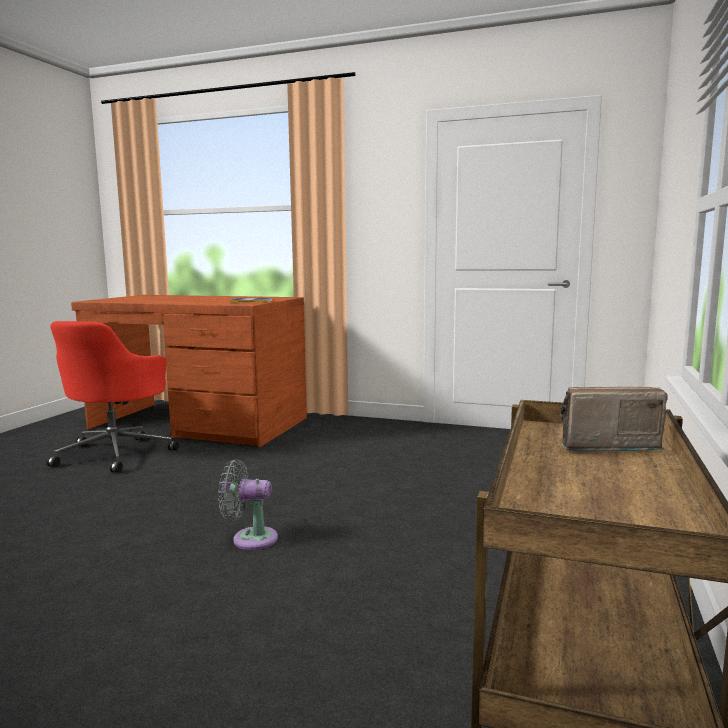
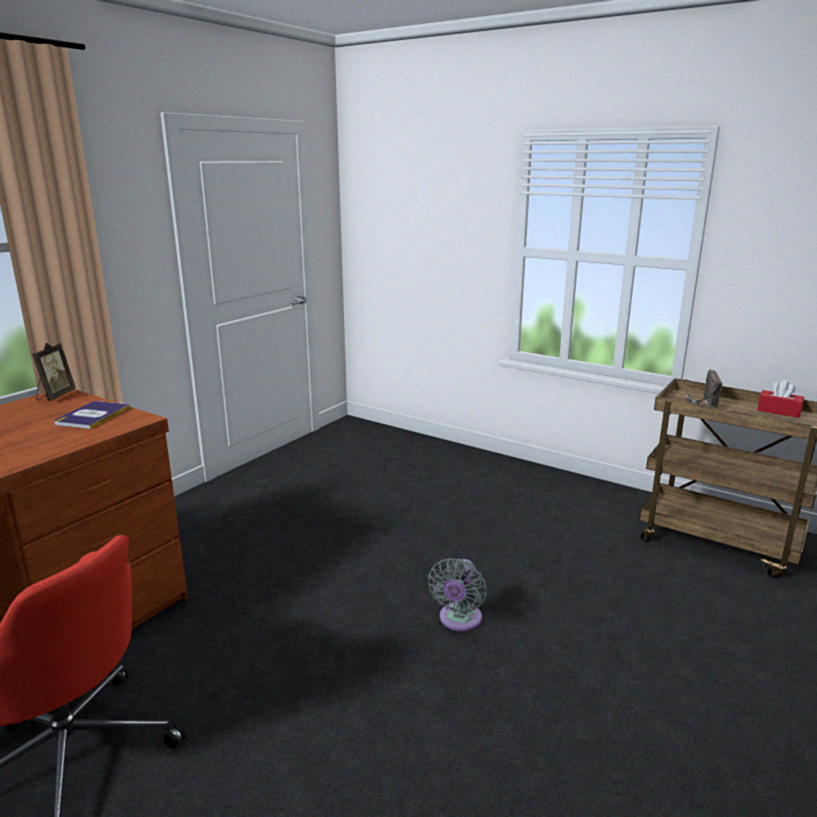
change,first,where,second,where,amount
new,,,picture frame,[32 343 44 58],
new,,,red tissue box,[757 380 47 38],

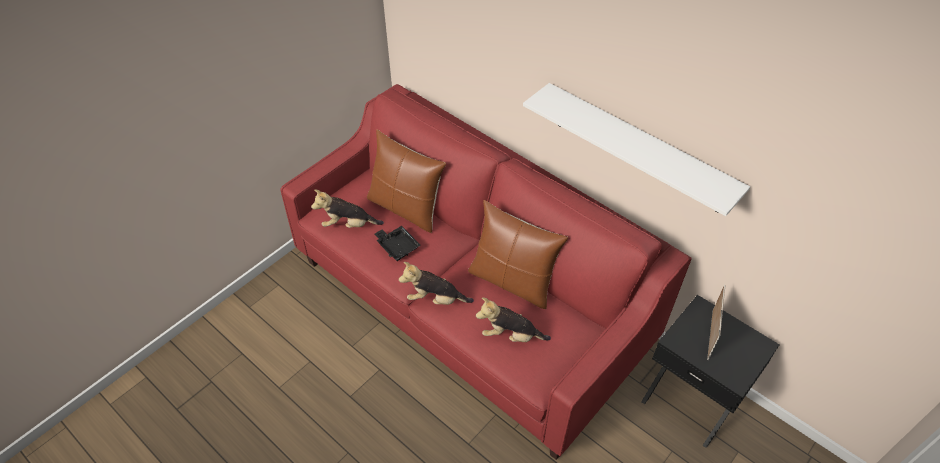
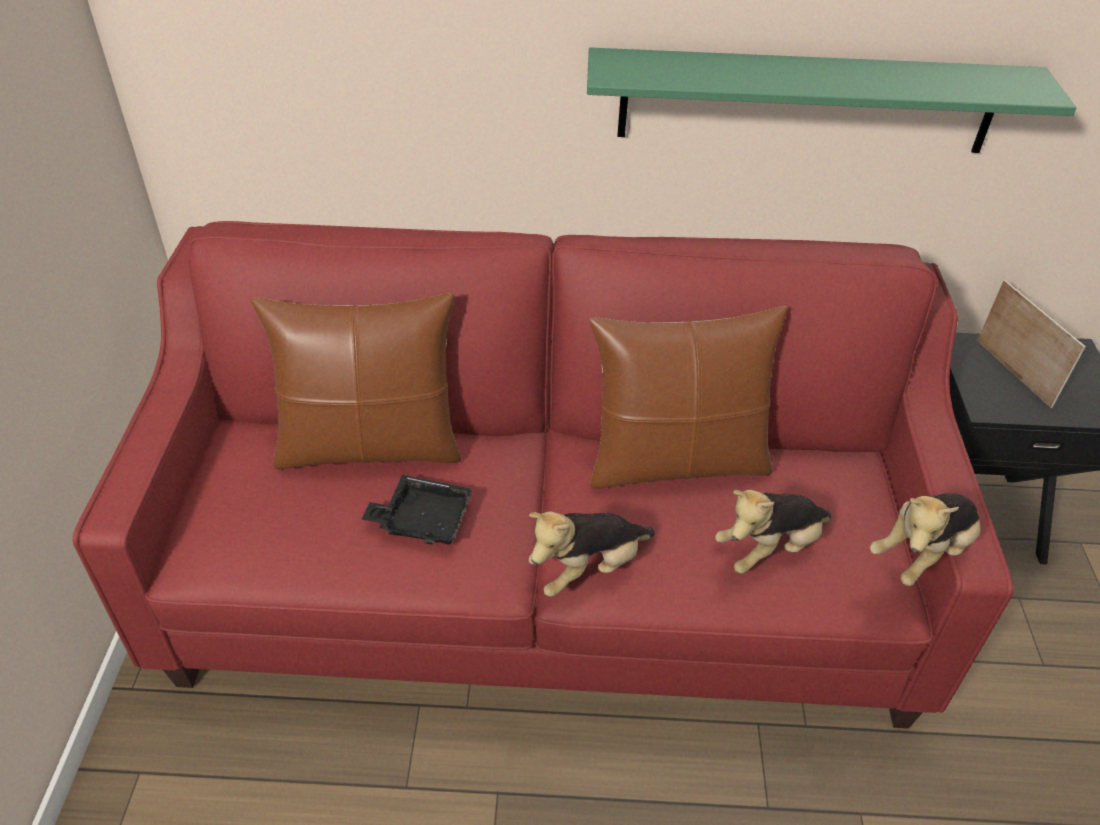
change,first,where,second,where,amount
shifted,plush toy,[311 189 73 39],,[870 493 111 93],
repainted,white shelf,[523 83 227 133],green shelf,[587 48 489 105],

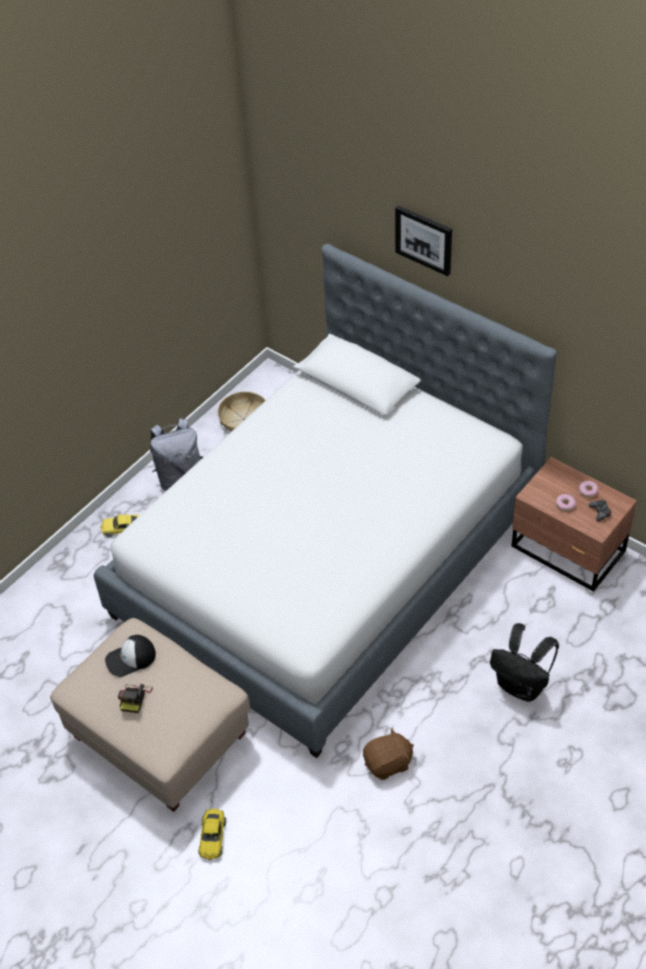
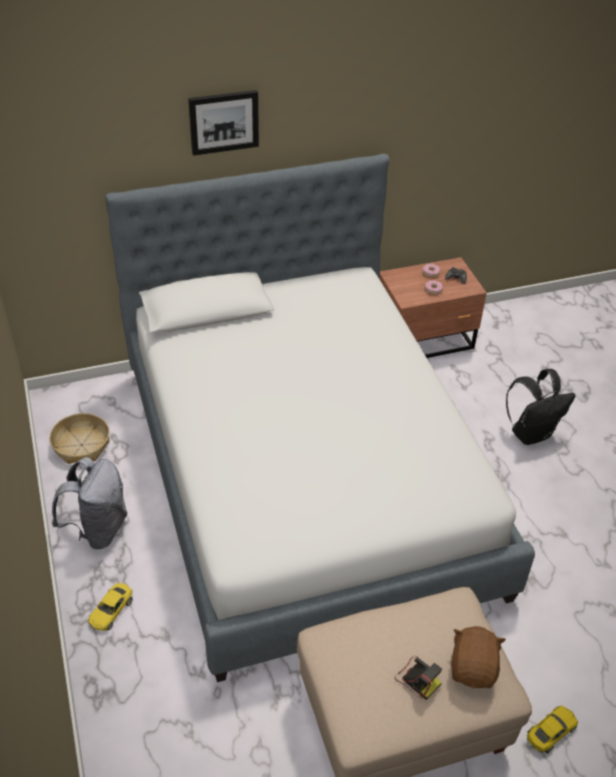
change,first,where,second,where,amount
gone,cap,[105 635 51 42],,,
rotated,yellow toy car,[199 808 27 52],,[527 706 51 48],75 degrees counterclockwise
shifted,brown plush toy,[363 728 51 52],,[451 626 55 62],

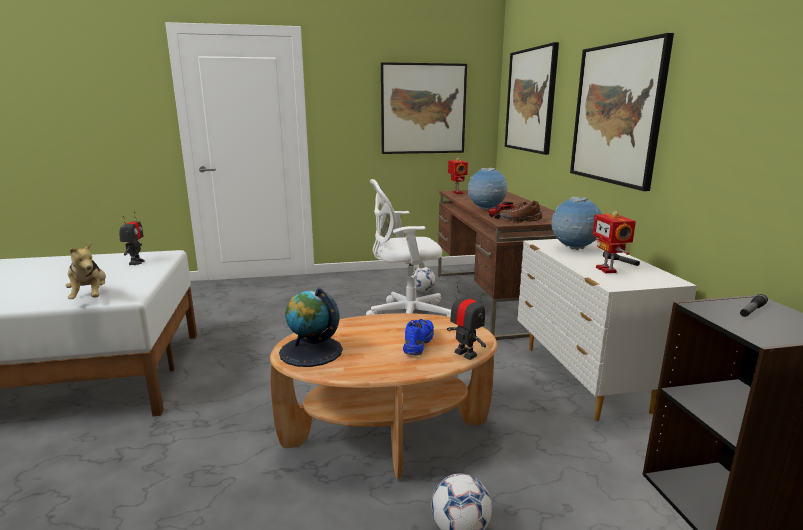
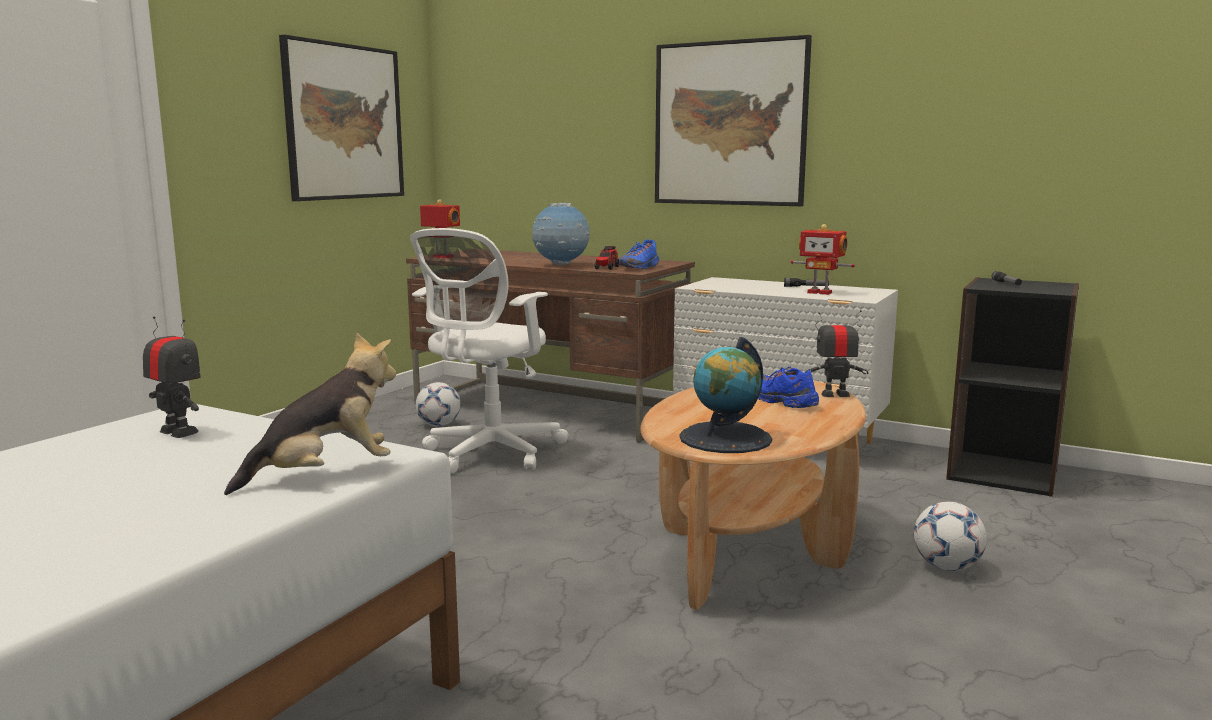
change,first,where,second,where,amount
rotated,plush toy,[65 242 41 57],,[224 333 172 162],45 degrees counterclockwise
repainted,brown shoe,[499 201 43 22],blue shoe,[619 239 40 31],
gone,picture,[505 42 54 113],,,
gone,globe,[551 197 51 53],,,

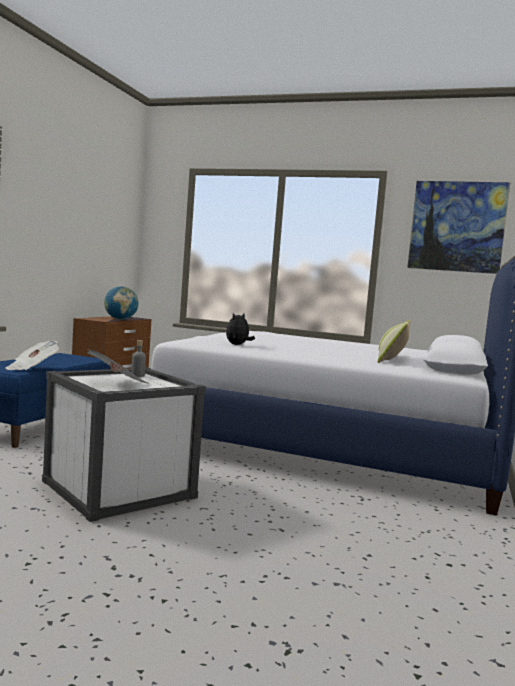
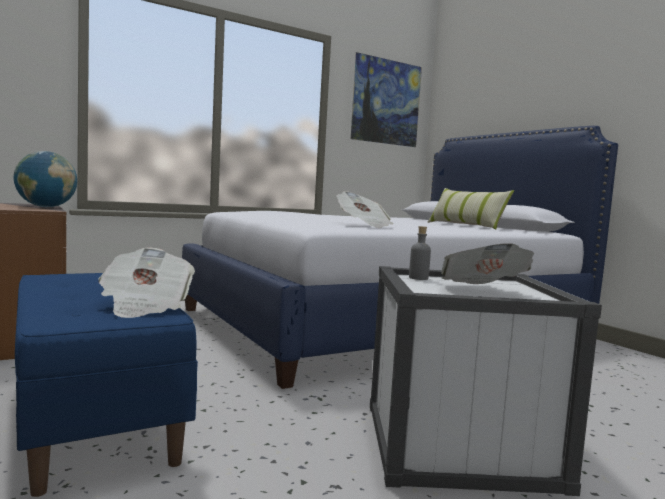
change,first,where,second,where,amount
swapped,plush toy,[226 313 29 32],newspaper,[336 191 58 37],

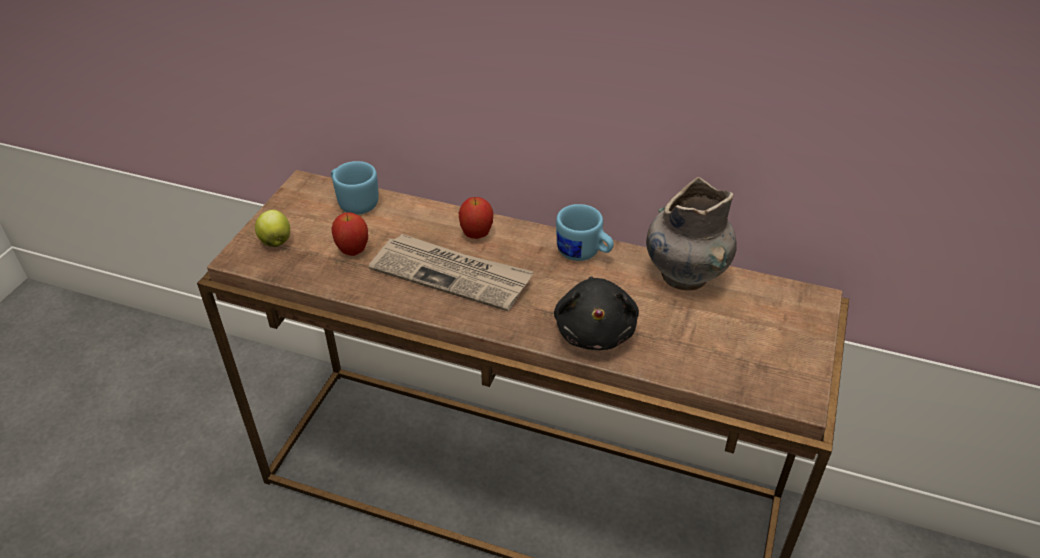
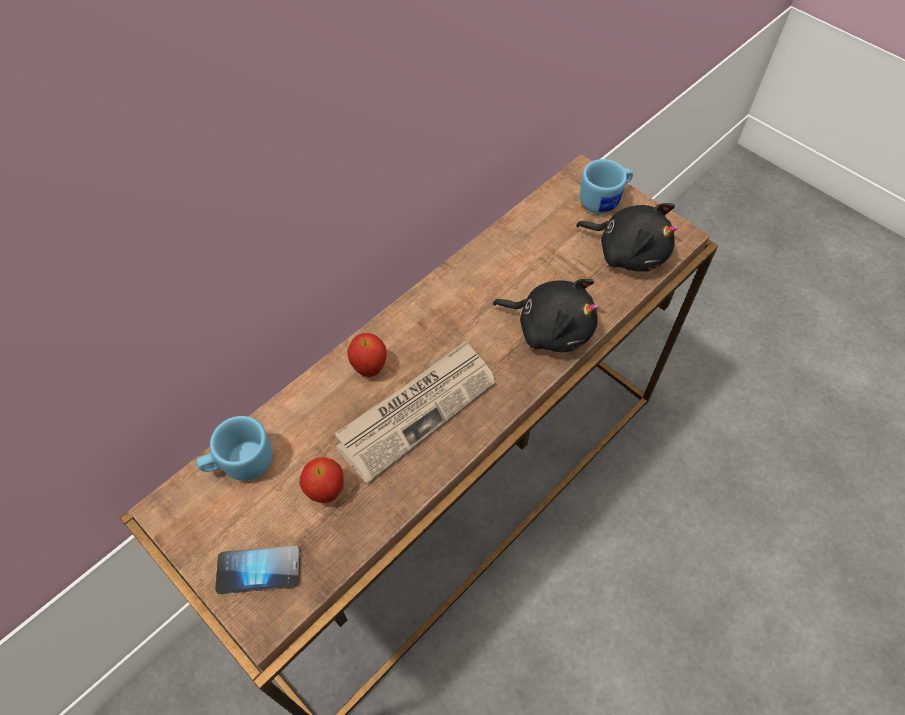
change,first,where,second,where,amount
swapped,apple,[255 210 35 37],phone,[215 545 85 49],
shifted,blue mug,[556 204 58 57],,[580 159 53 55],
gone,grey vase,[646 177 91 114],,,
new,,,black plush toy,[576 203 102 69],

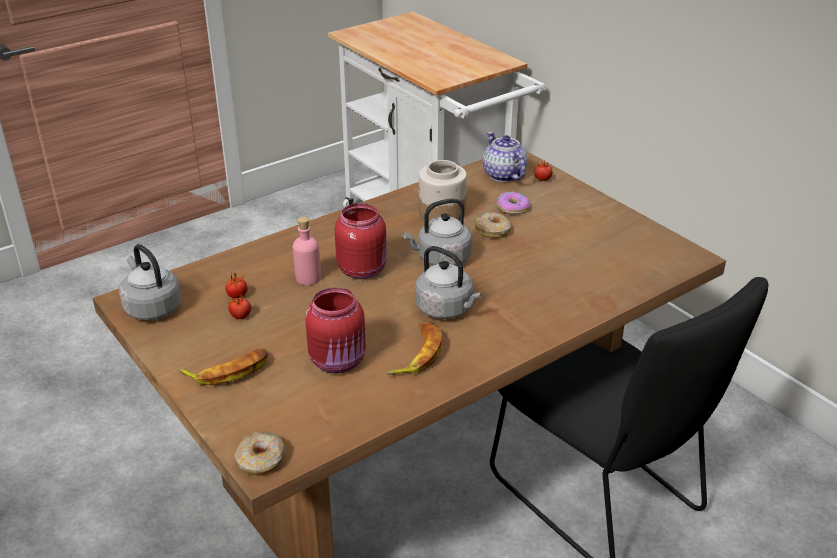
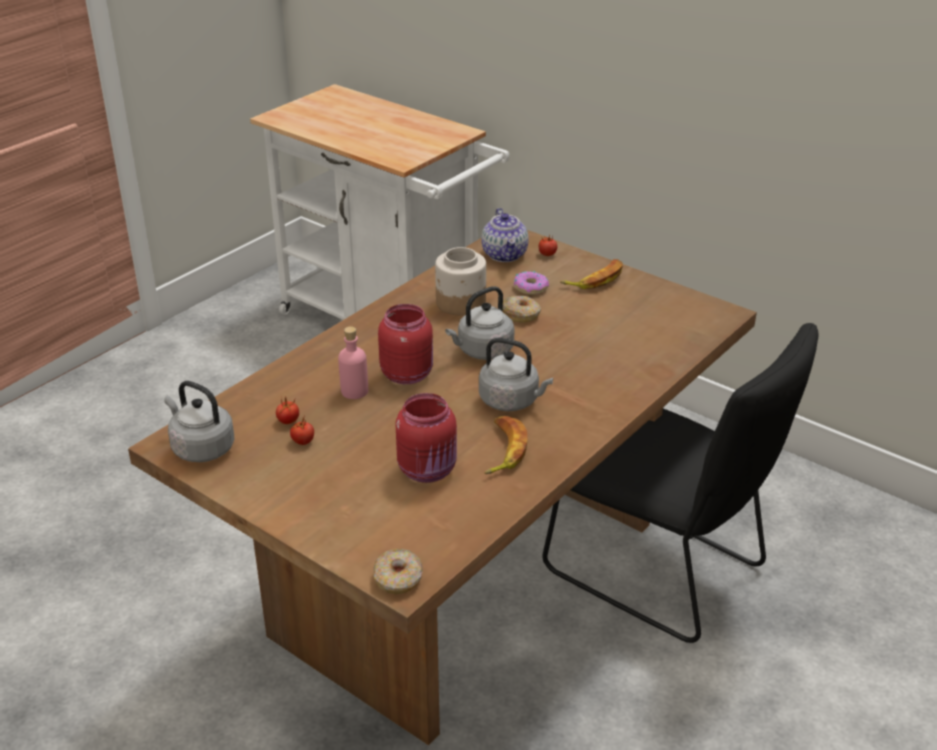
change,first,where,second,where,amount
shifted,banana,[178 348 90 37],,[560 259 63 30],
rotated,teapot,[483 132 44 50],,[481 208 48 54],150 degrees counterclockwise

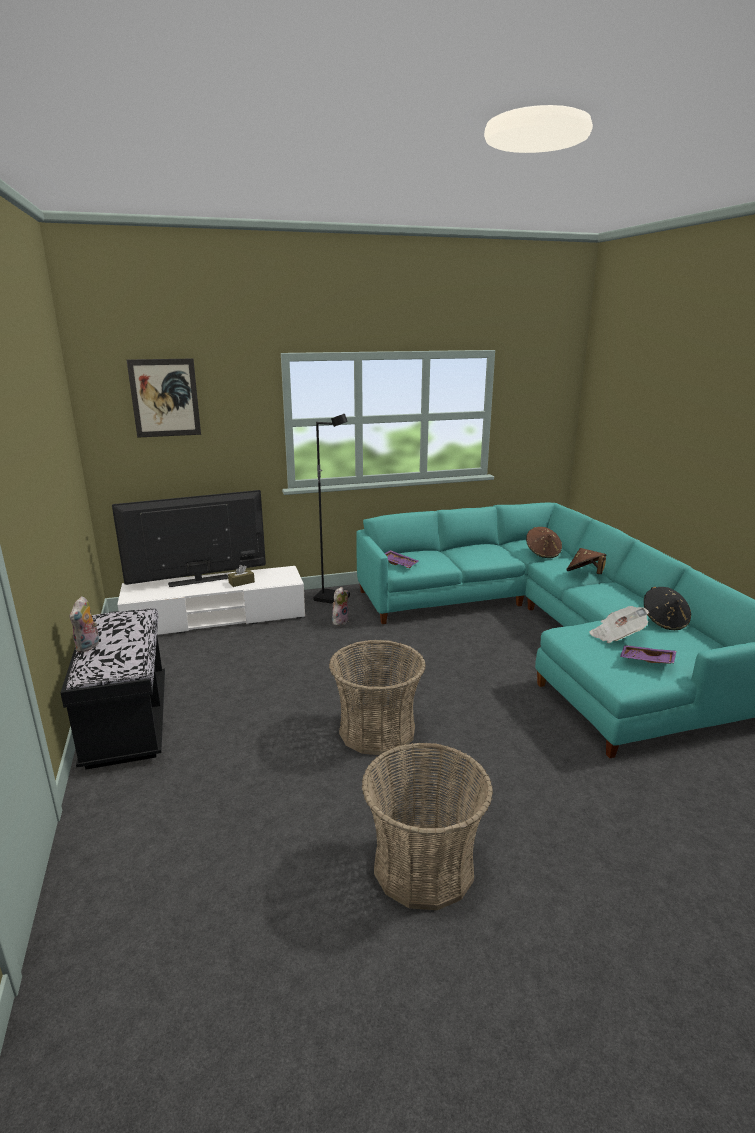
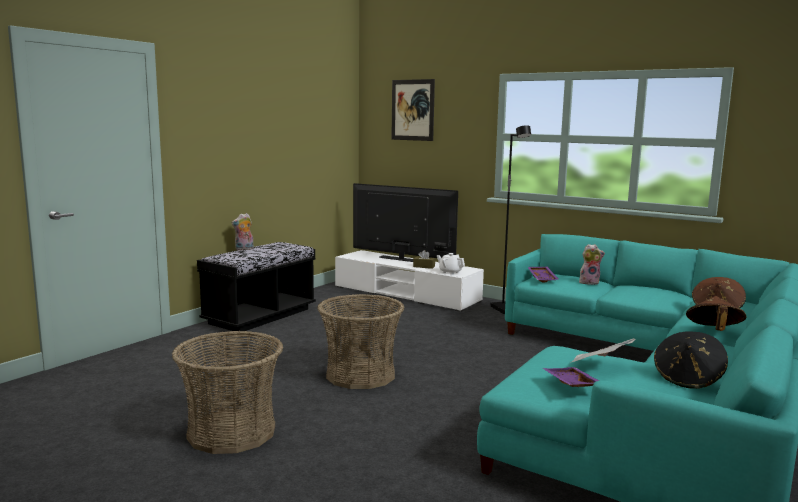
change,first,where,second,where,amount
shifted,plush toy,[332 587 17 38],,[579 244 26 41],
new,,,white teapot,[437 253 28 22],

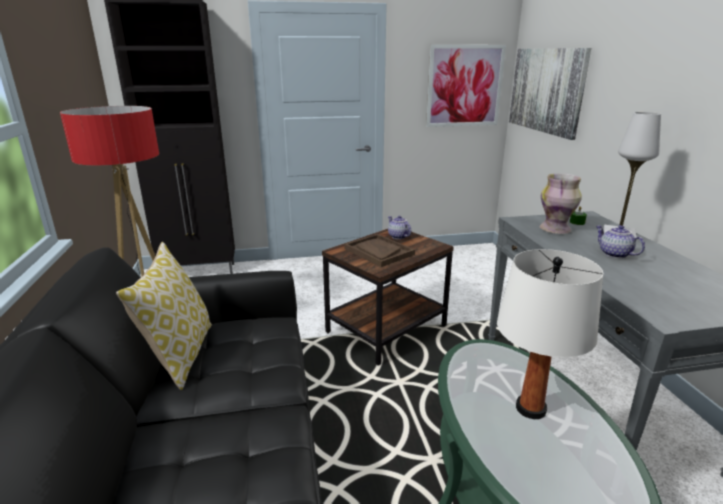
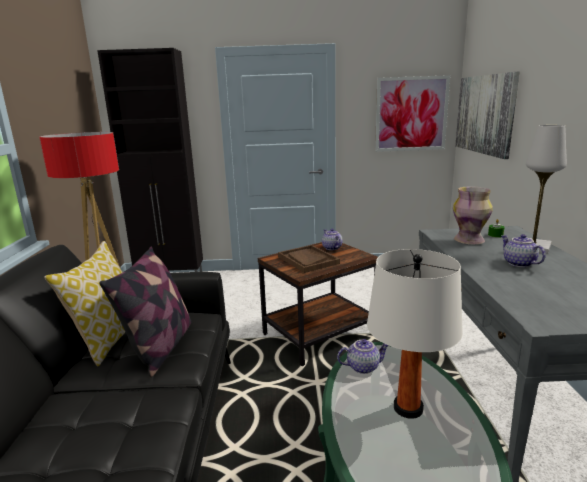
change,first,where,second,where,amount
new,,,pillow,[99 247 92 130],
new,,,teapot,[337 339 51 35],

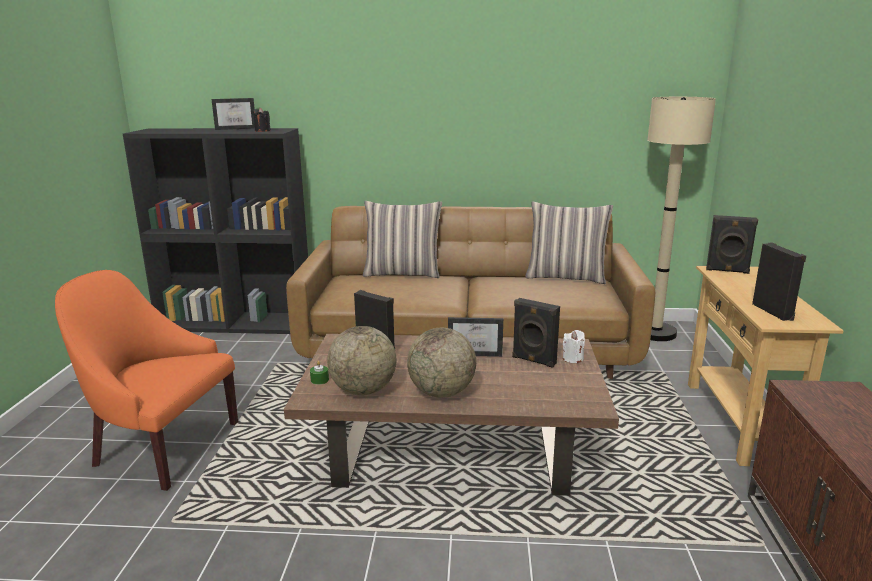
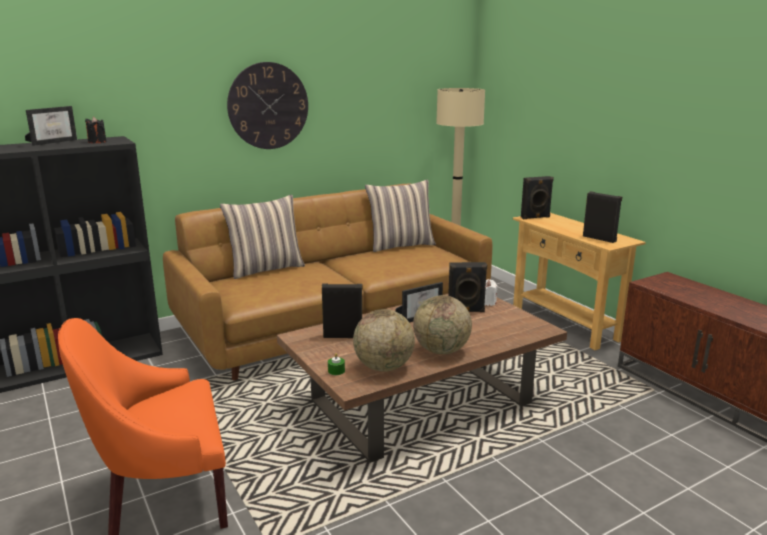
change,first,where,second,where,amount
new,,,wall clock,[227 62 81 87],

